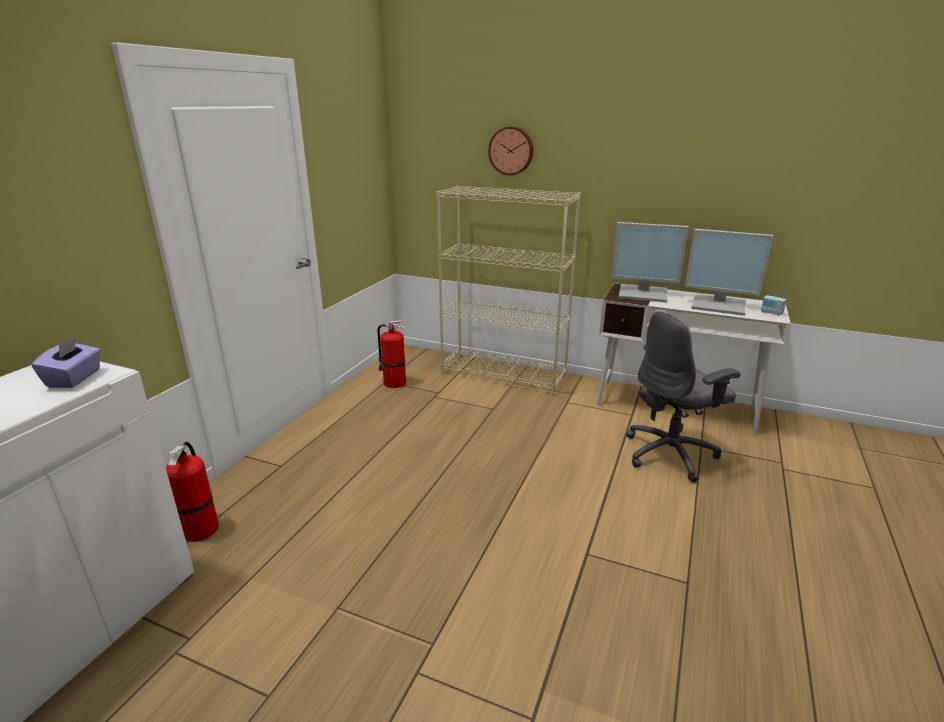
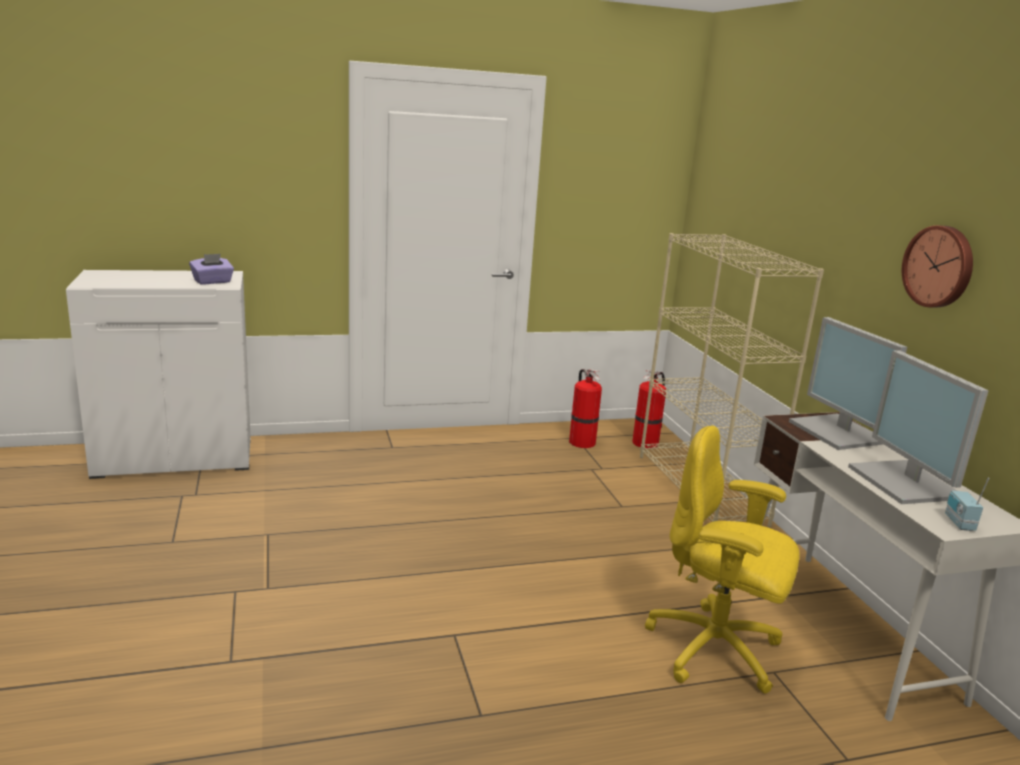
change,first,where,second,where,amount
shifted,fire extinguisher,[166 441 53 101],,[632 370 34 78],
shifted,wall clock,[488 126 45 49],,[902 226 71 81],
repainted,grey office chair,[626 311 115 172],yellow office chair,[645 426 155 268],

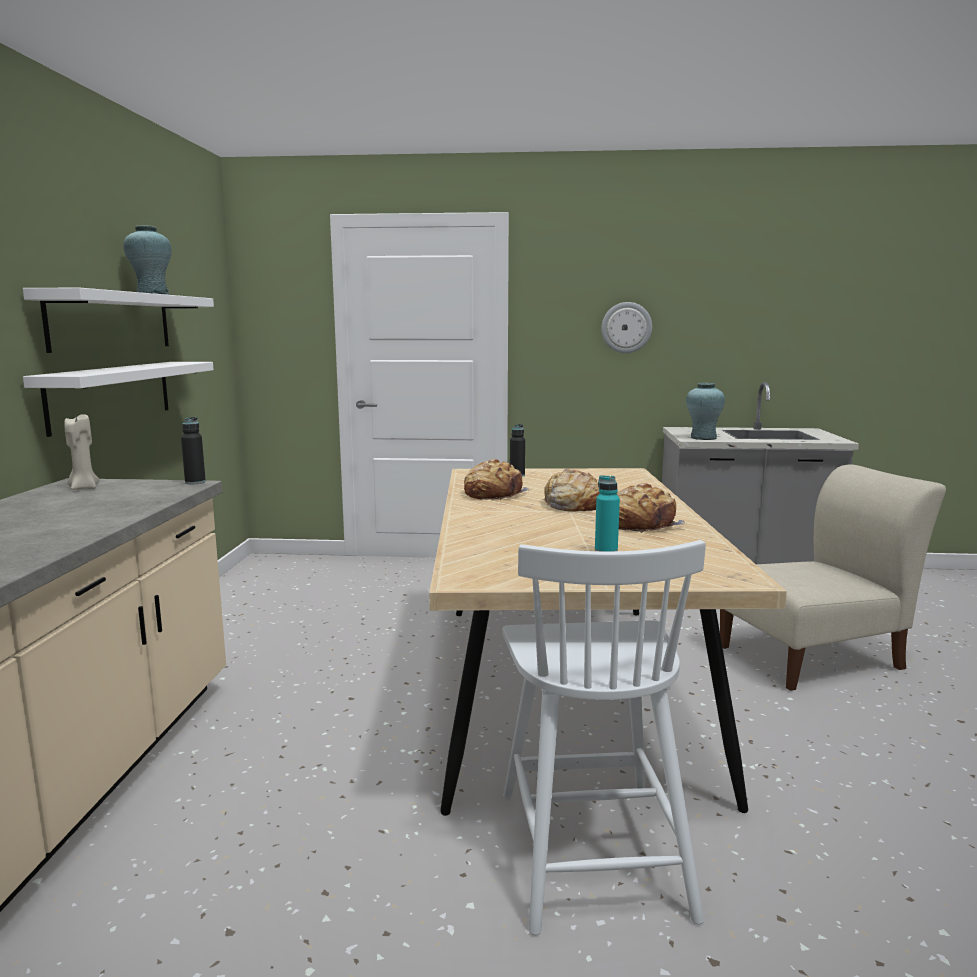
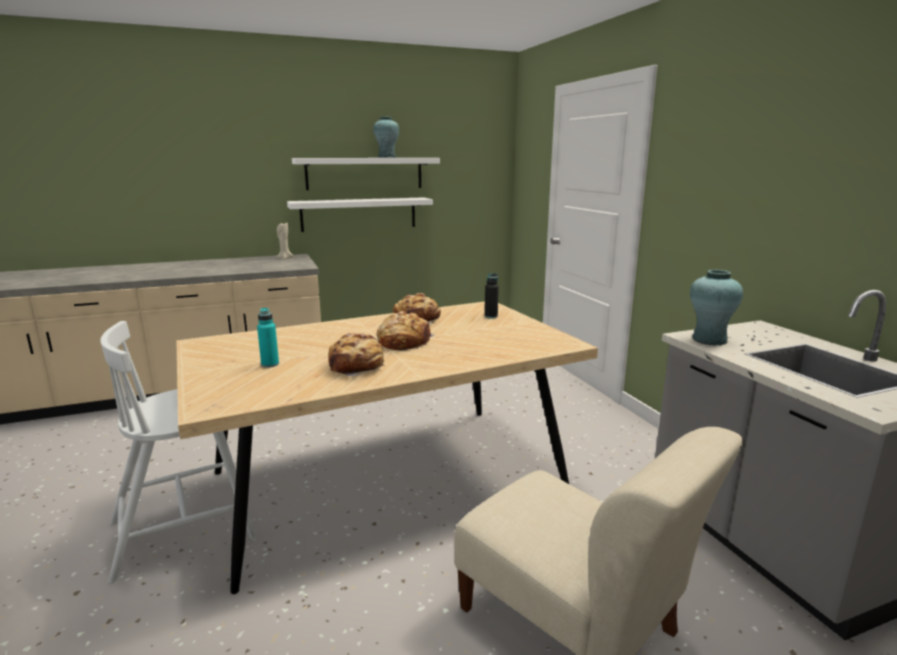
change,first,where,second,where,amount
gone,black bottle,[181 417 25 67],,,
gone,wall clock,[601 302 51 51],,,

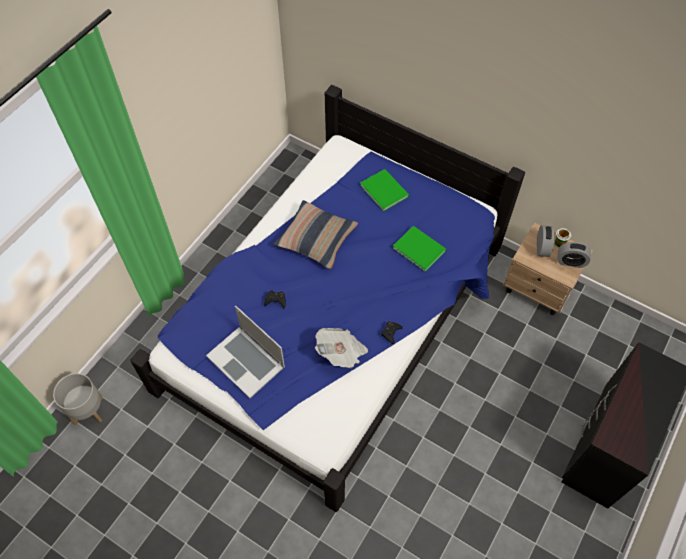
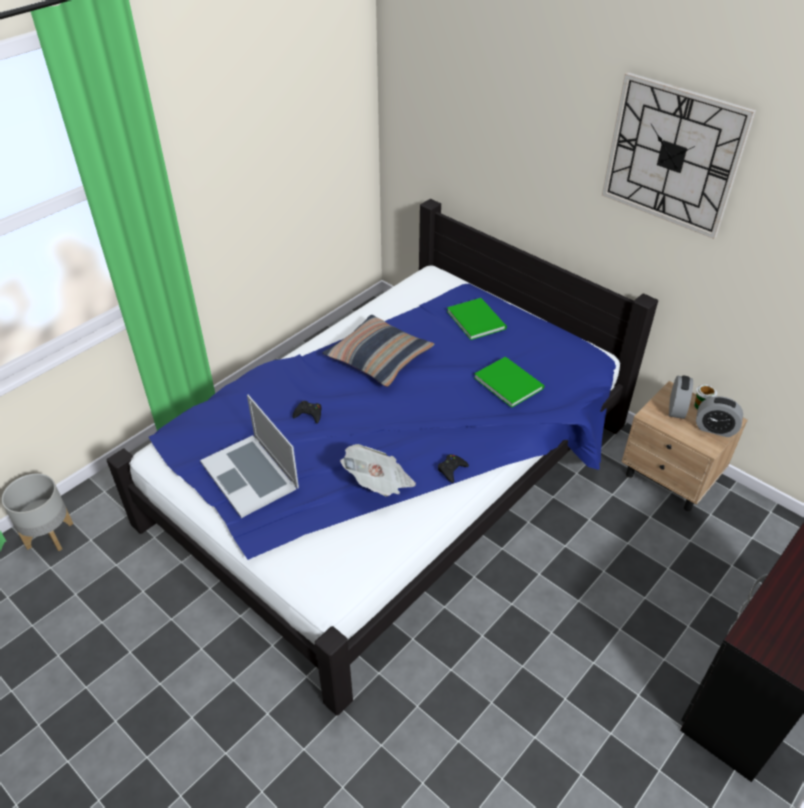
change,first,where,second,where,amount
new,,,wall clock,[602 72 154 167],

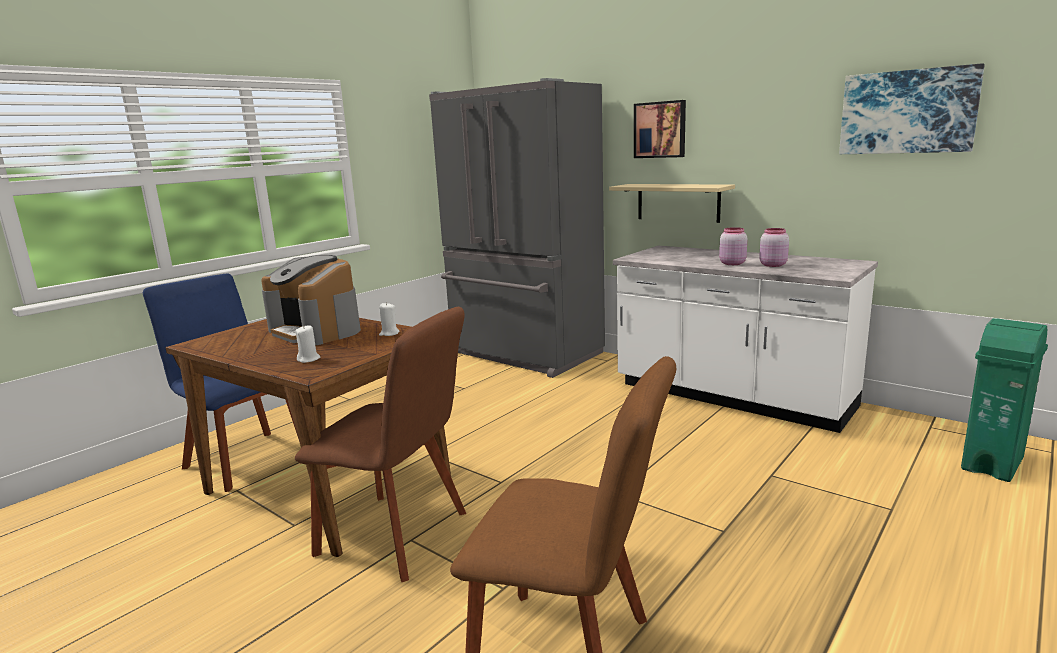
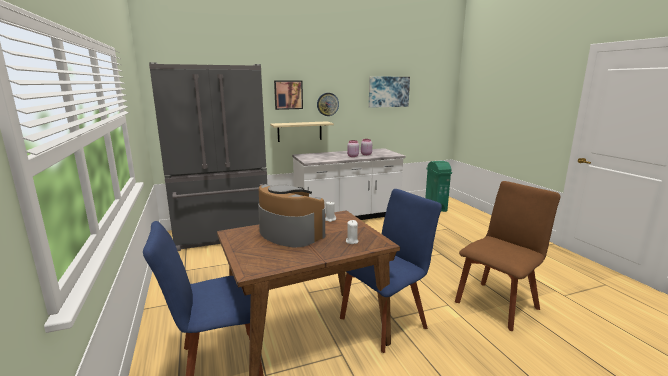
change,first,where,second,where,amount
rotated,coffee machine,[261 255 100 90],,[258 184 67 63],120 degrees counterclockwise
repainted,brown chair,[295 307 171 275],blue chair,[340 189 102 164],
new,,,wall clock,[317 93 22 23],

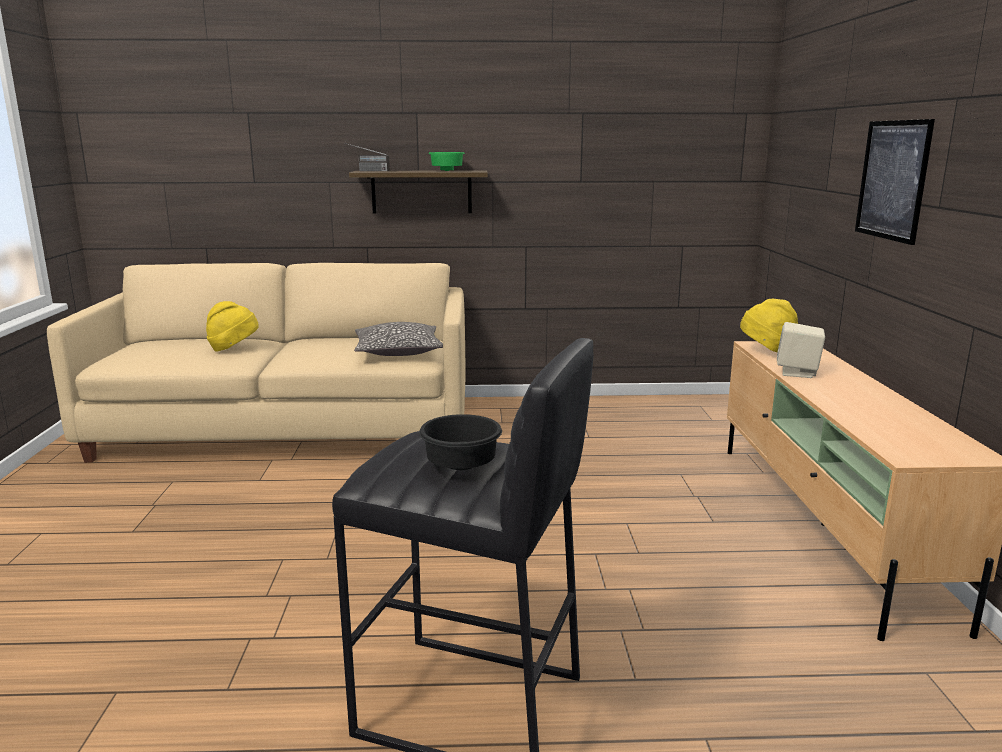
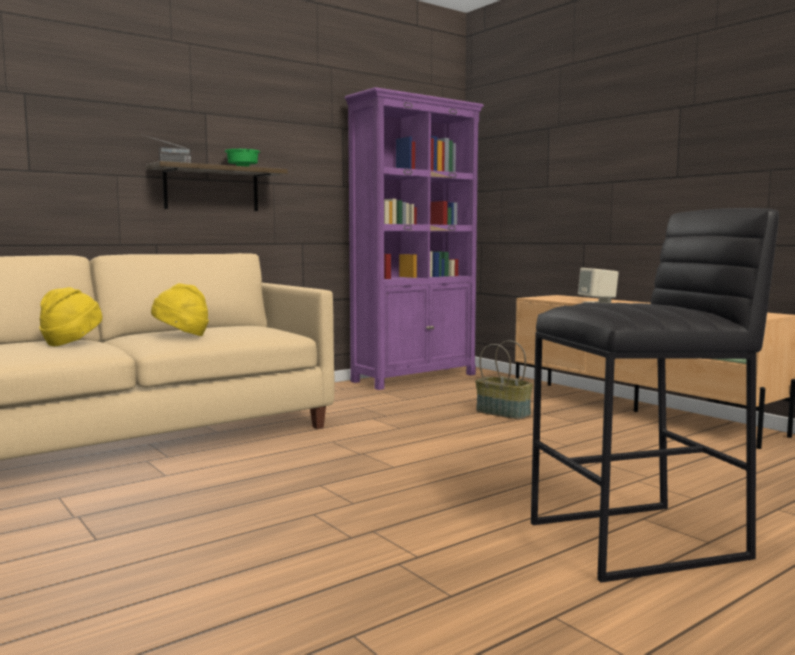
change,first,where,second,where,amount
gone,pillow,[354 322 89 34],,,
gone,black bowl,[419 414 83 56],,,
shifted,yellow hat,[740 299 58 53],,[151 283 58 53],
gone,picture,[855 119 80 126],,,
new,,,purple bookcase,[345 87 139 303],
new,,,basket,[475 341 58 78],

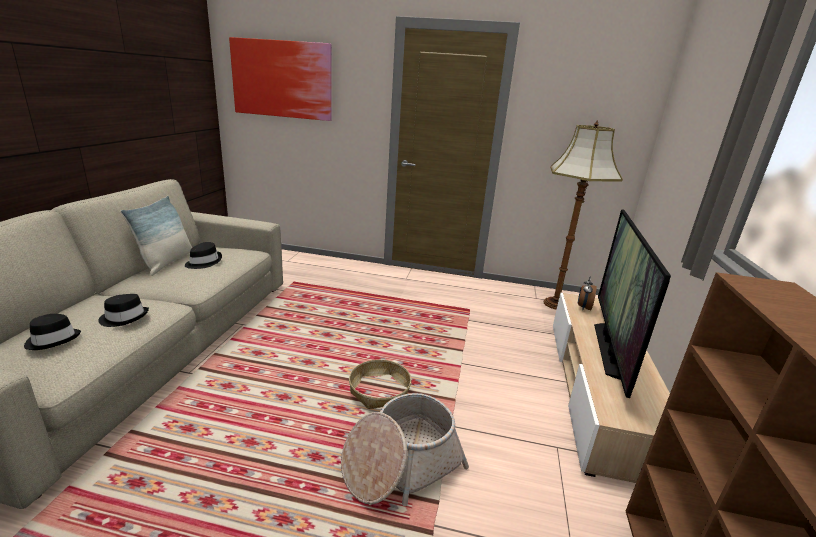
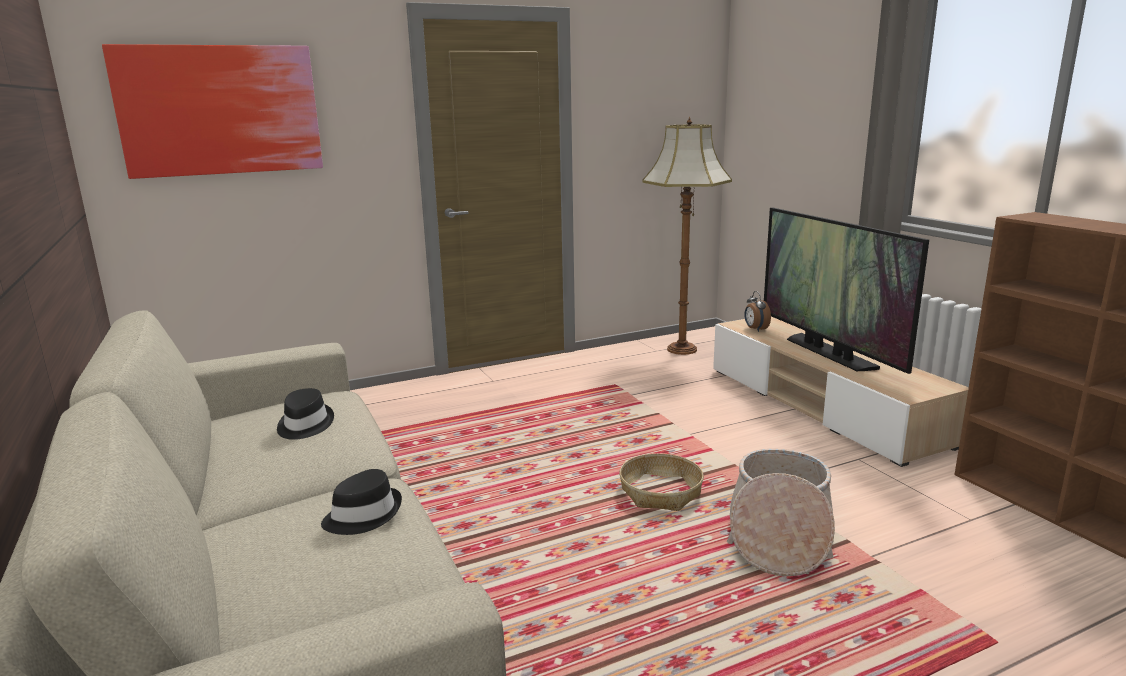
change,first,where,second,where,amount
gone,black hat,[24 314 57 36],,,
gone,pillow,[121 196 71 80],,,

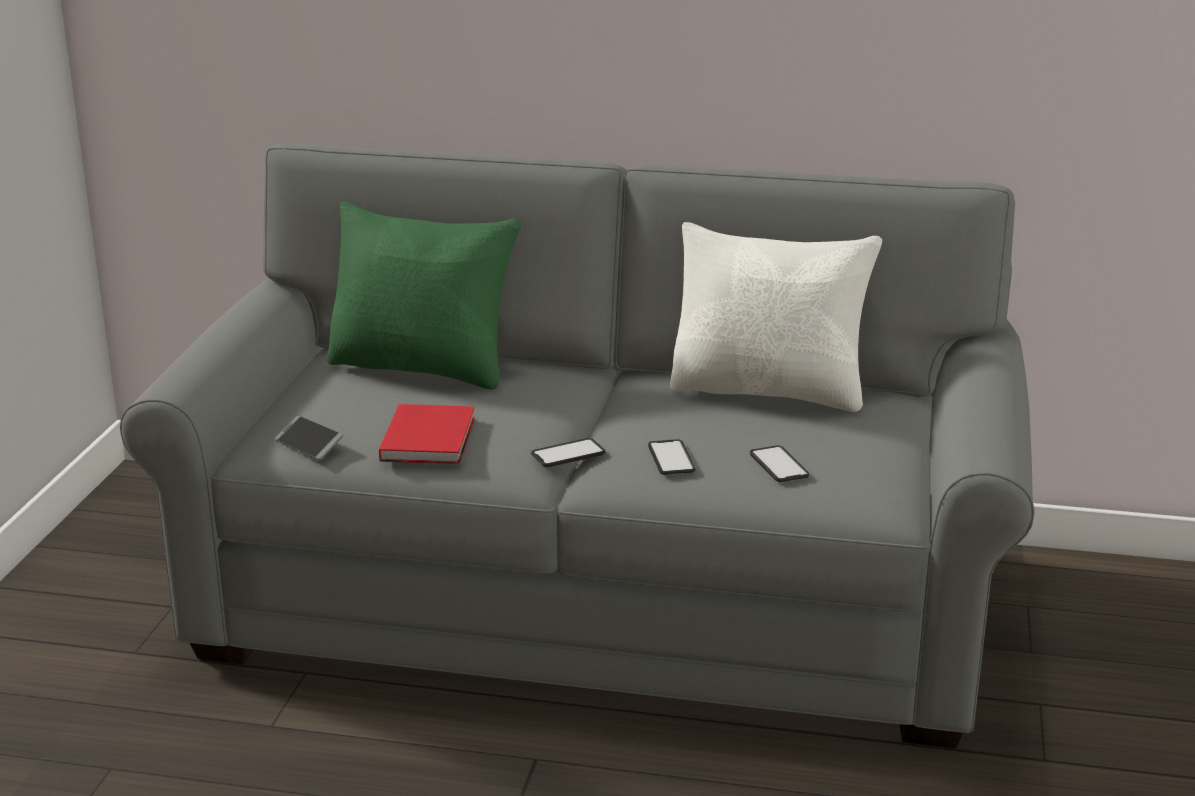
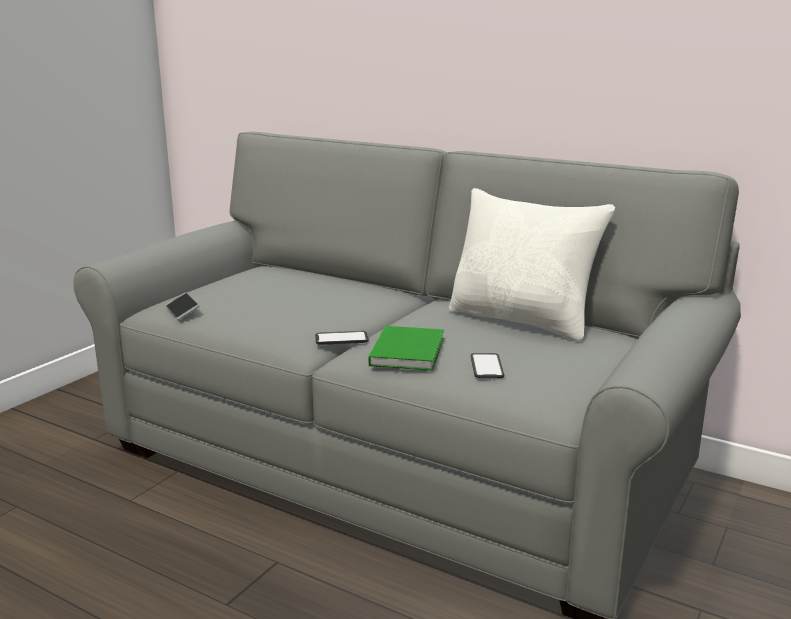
change,first,where,second,where,amount
gone,green pillow,[327 202 194 188],,,
gone,red book,[379 404 96 60],,,
swapped,phone,[648 439 47 36],green book,[369 326 75 45],

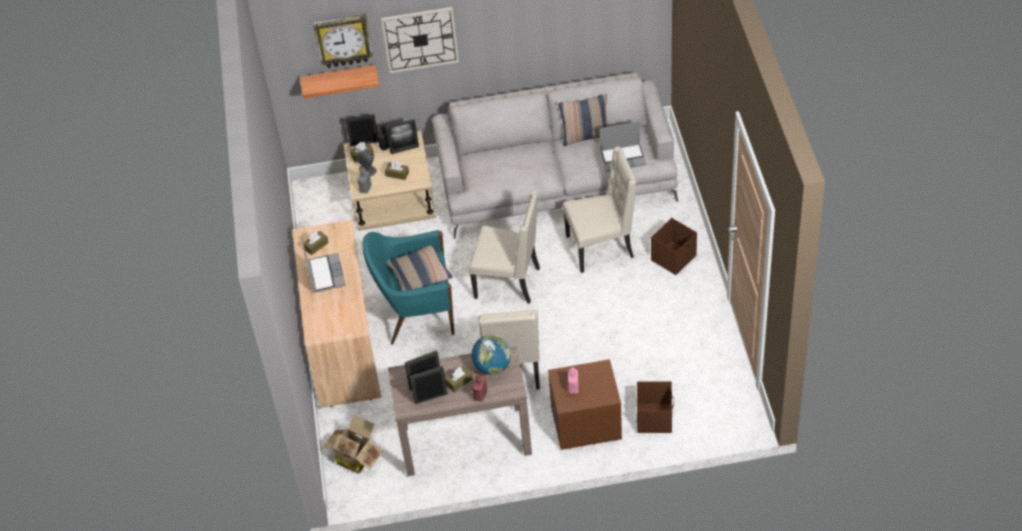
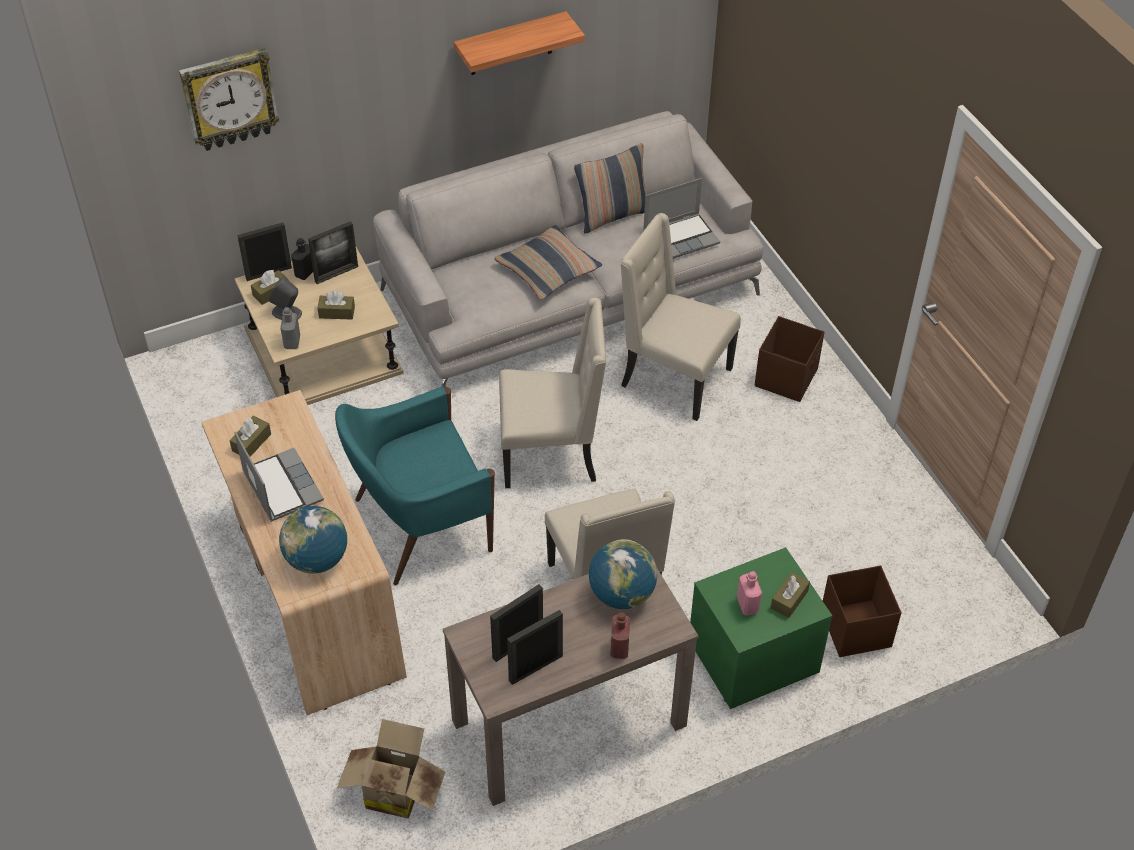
change,first,where,second,where,amount
shifted,shelf,[300 65 79 34],,[454 11 131 64],
gone,wall clock,[381 7 78 66],,,
shifted,pillow,[387 245 66 46],,[494 225 108 75],
shifted,brown tissue box,[445 366 28 26],,[771 572 39 46],
repainted,brown nightstand,[548 359 74 91],green nightstand,[690 547 142 162],
rotated,beige chair,[563 146 74 127],,[620 213 121 208],120 degrees counterclockwise
new,,,globe,[279 506 68 68],

